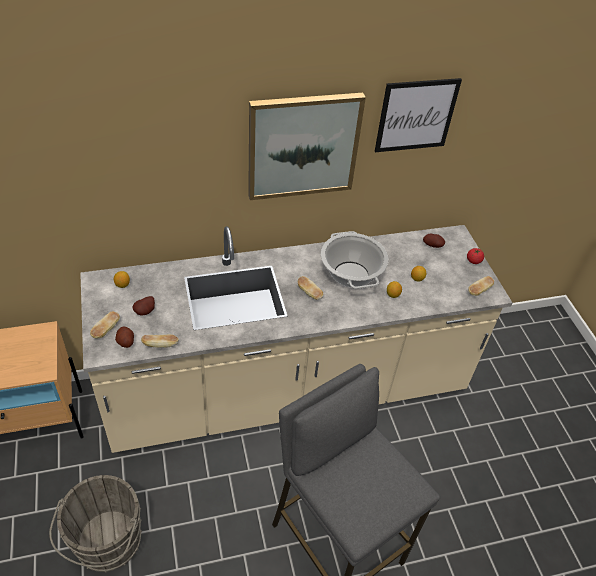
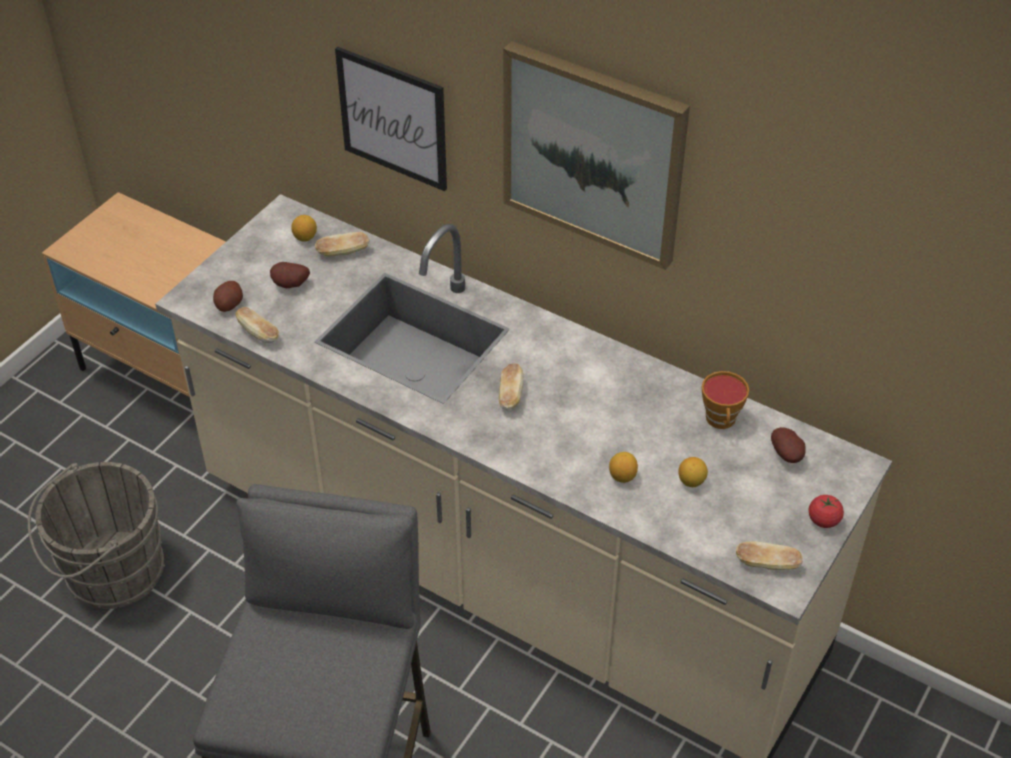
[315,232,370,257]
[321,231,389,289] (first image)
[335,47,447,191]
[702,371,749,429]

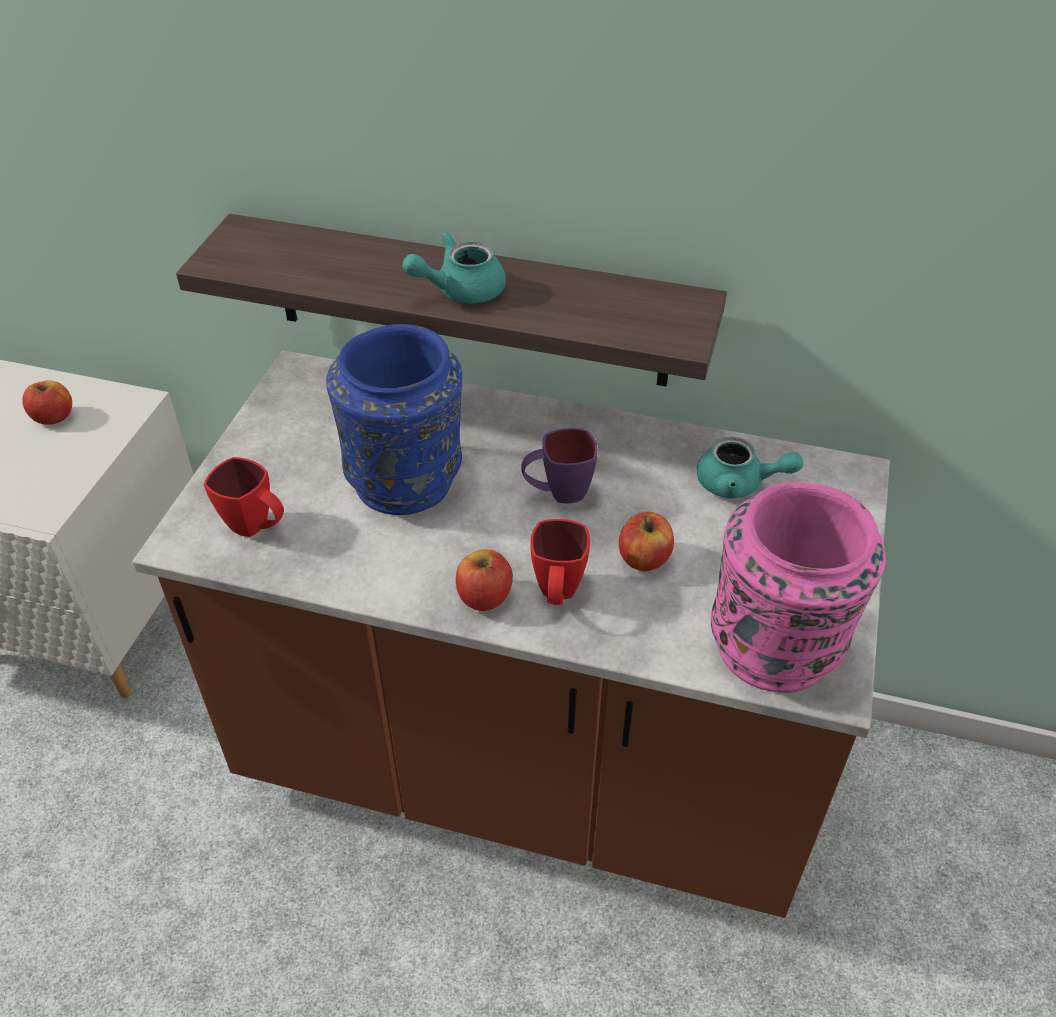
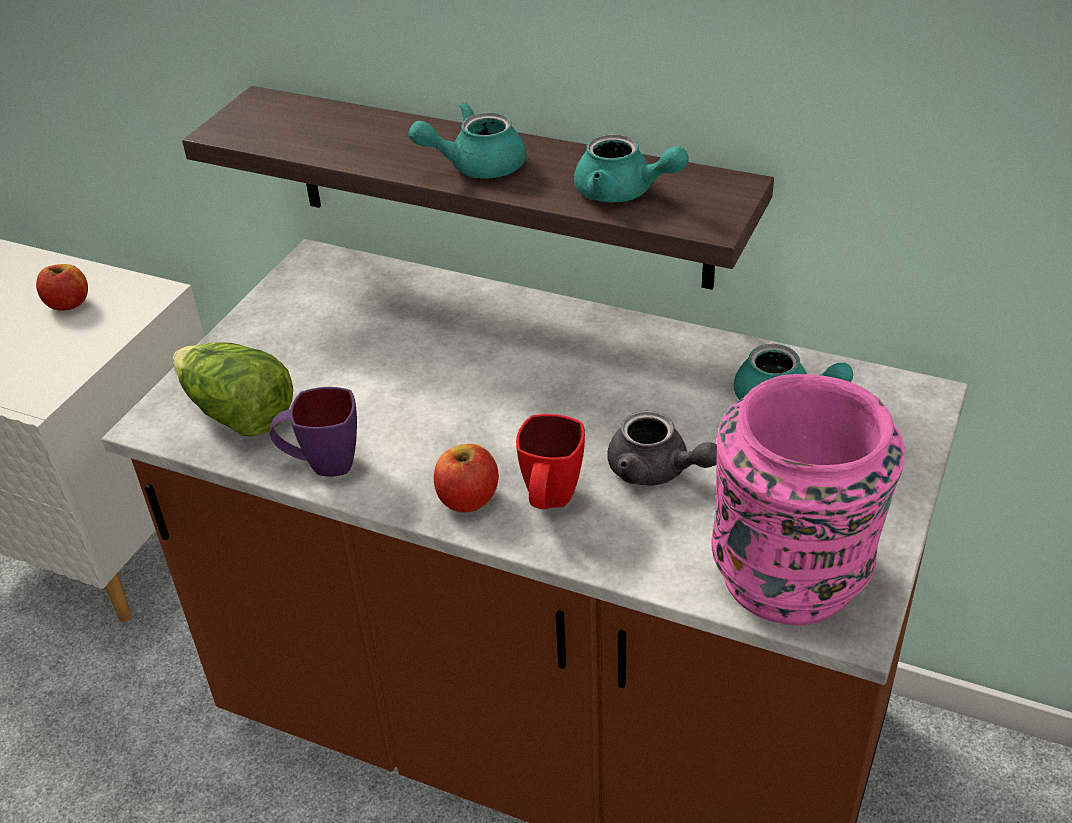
[173,342,293,437]
[326,324,462,515] (first image)
[270,387,357,477]
[607,411,717,486]
[574,134,688,202]

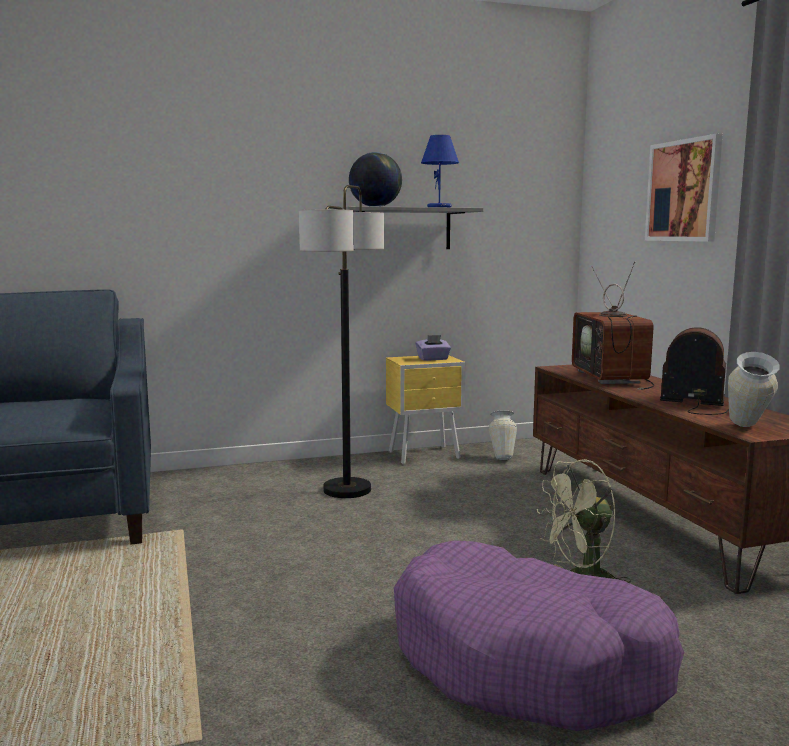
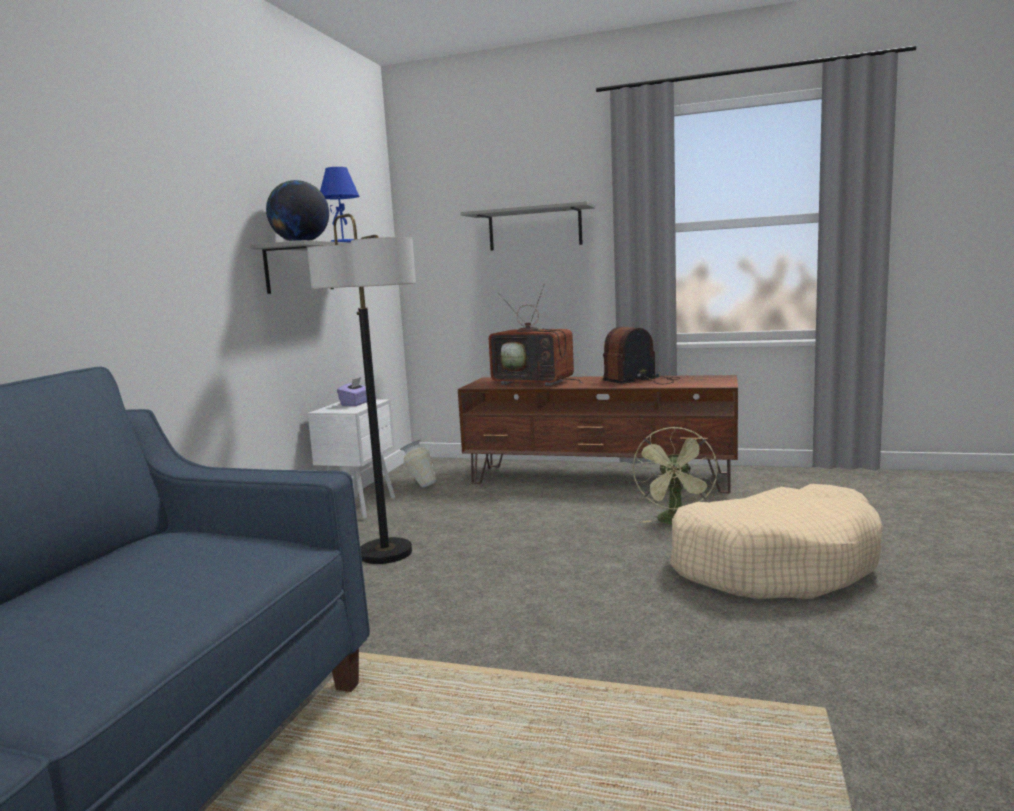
[307,400,395,519]
[670,484,883,599]
[460,201,595,251]
[728,352,780,427] (first image)

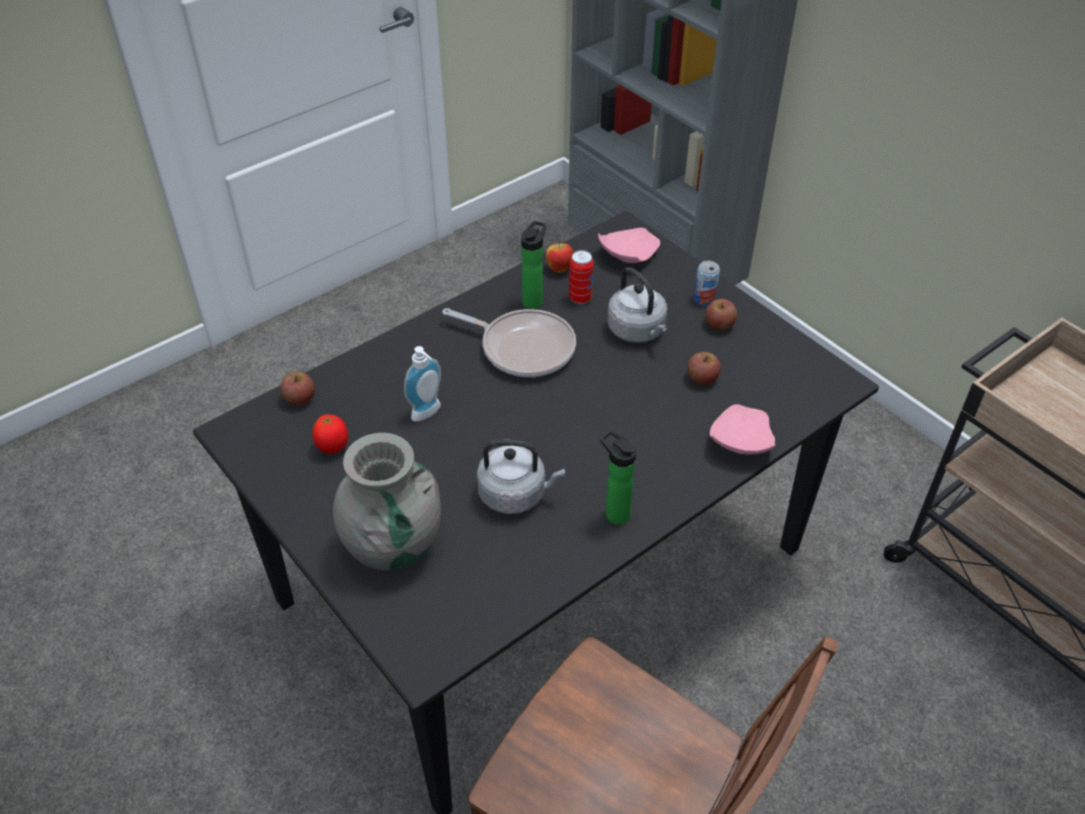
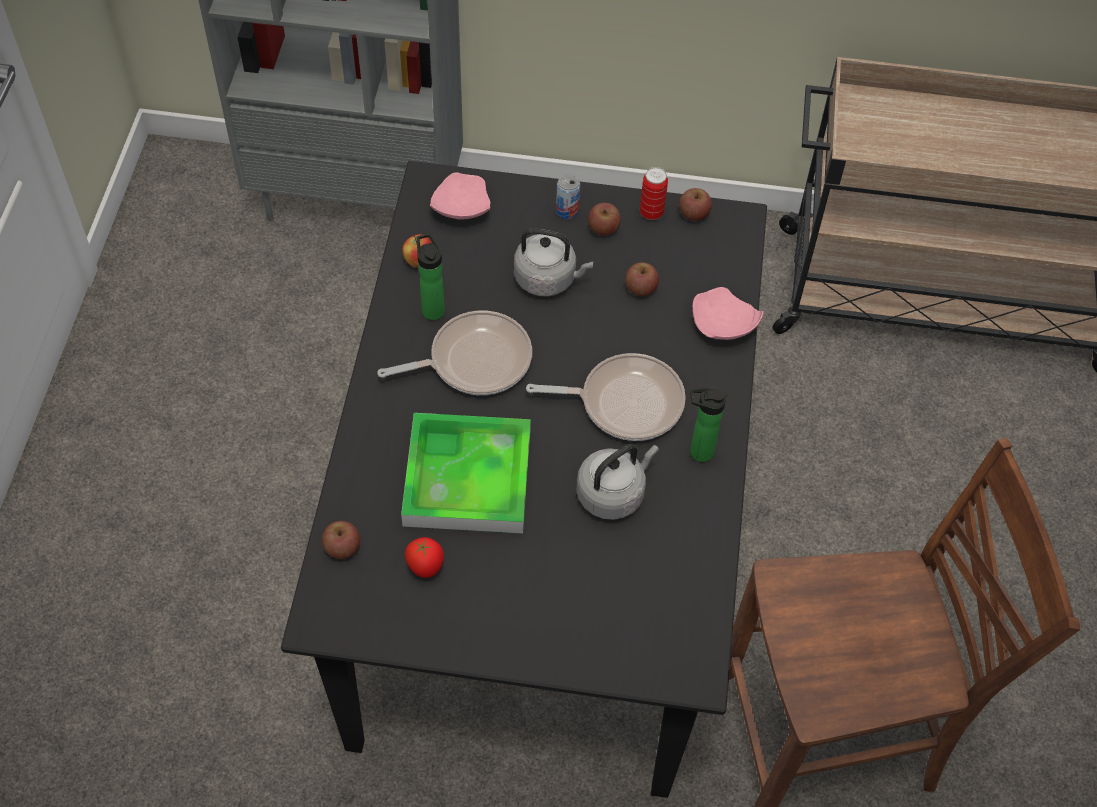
[333,433,441,570] (first image)
[401,413,531,534]
[640,167,668,220]
[526,353,686,441]
[679,188,712,221]

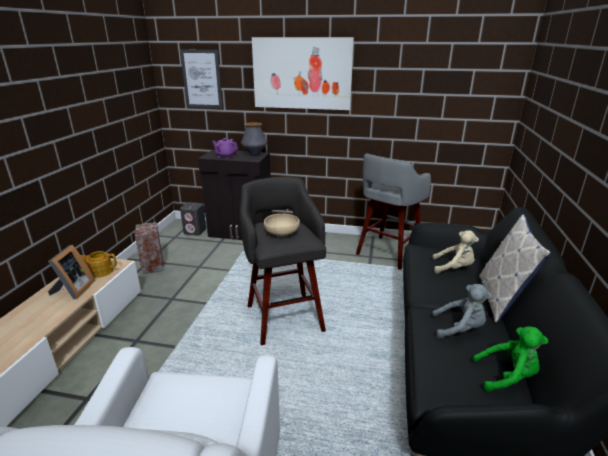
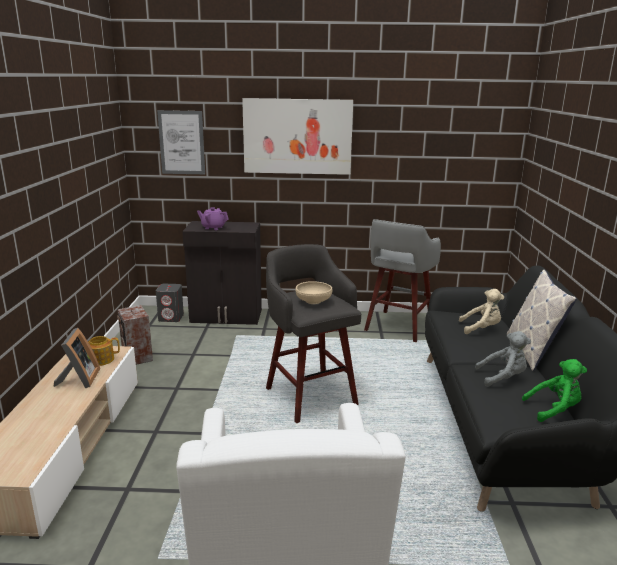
[241,122,267,156] (first image)

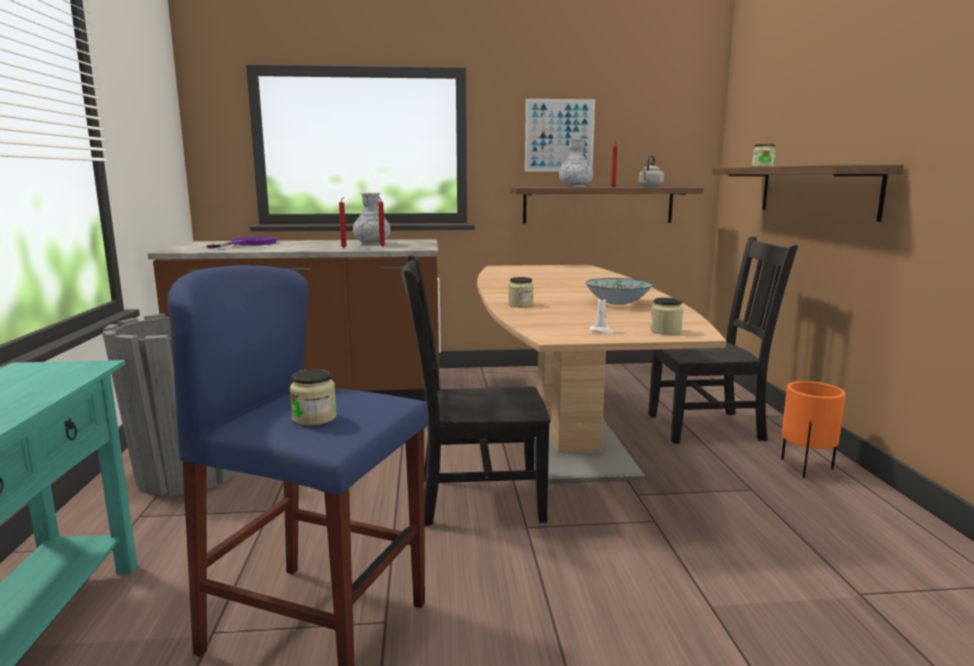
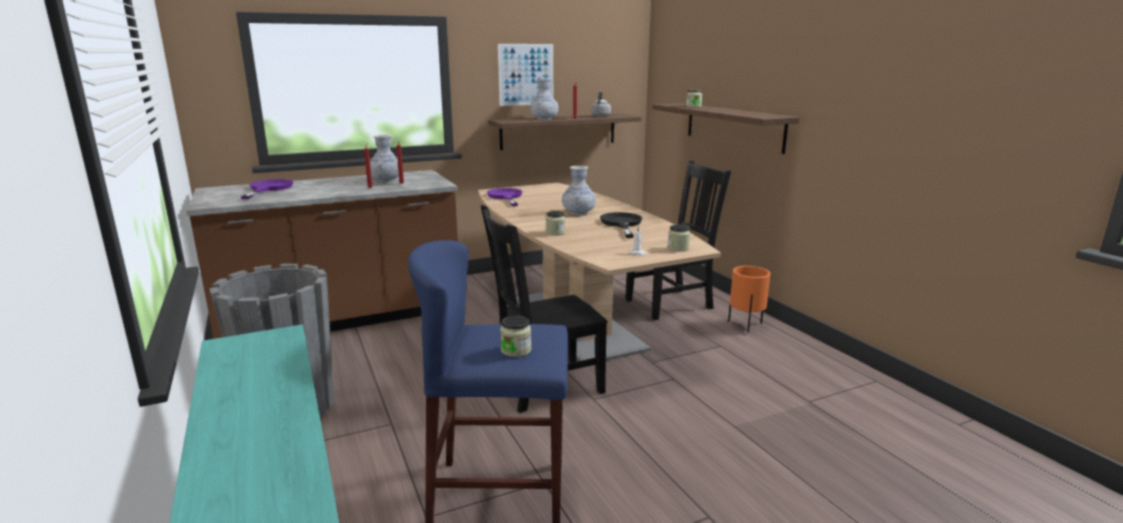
[600,212,642,238]
[487,188,522,206]
[562,166,596,215]

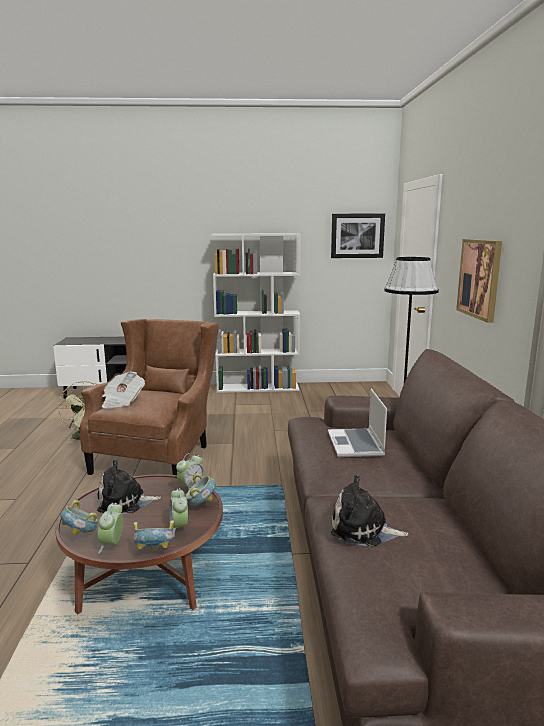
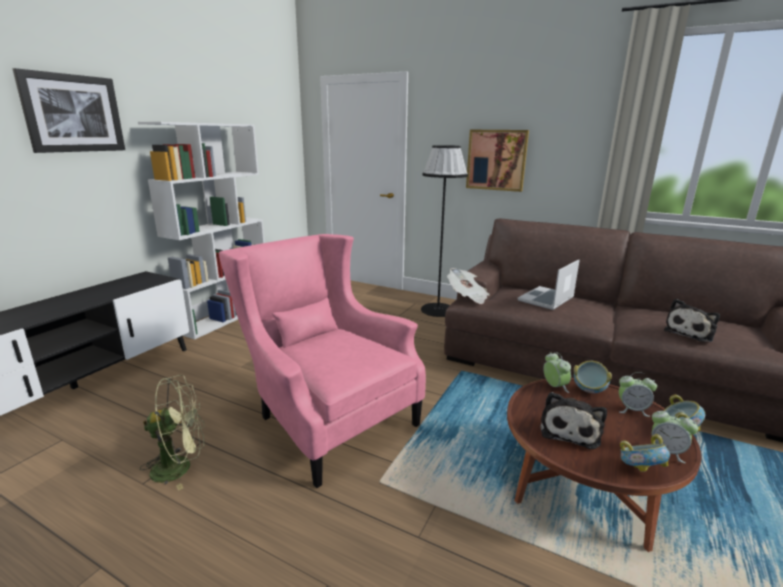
[219,234,426,488]
[447,268,490,304]
[518,260,580,310]
[12,68,125,153]

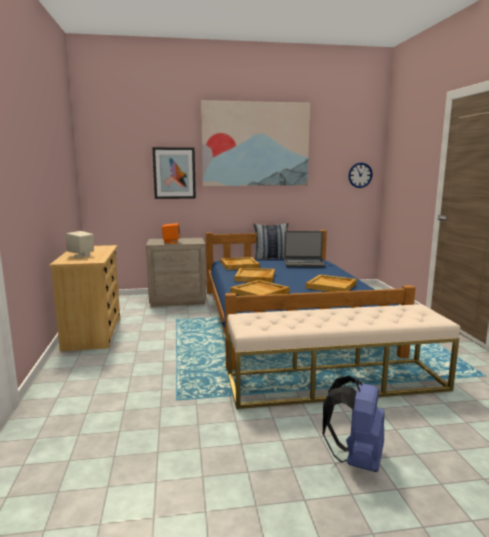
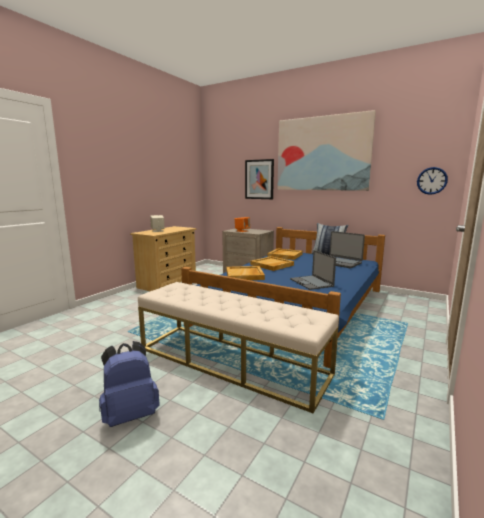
[290,250,336,290]

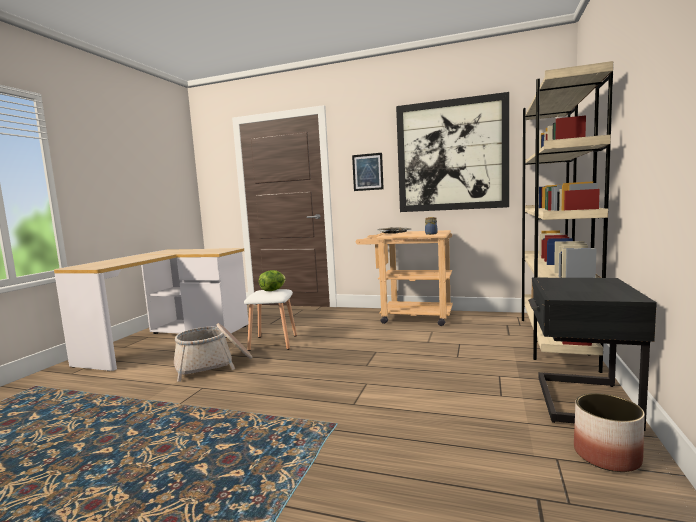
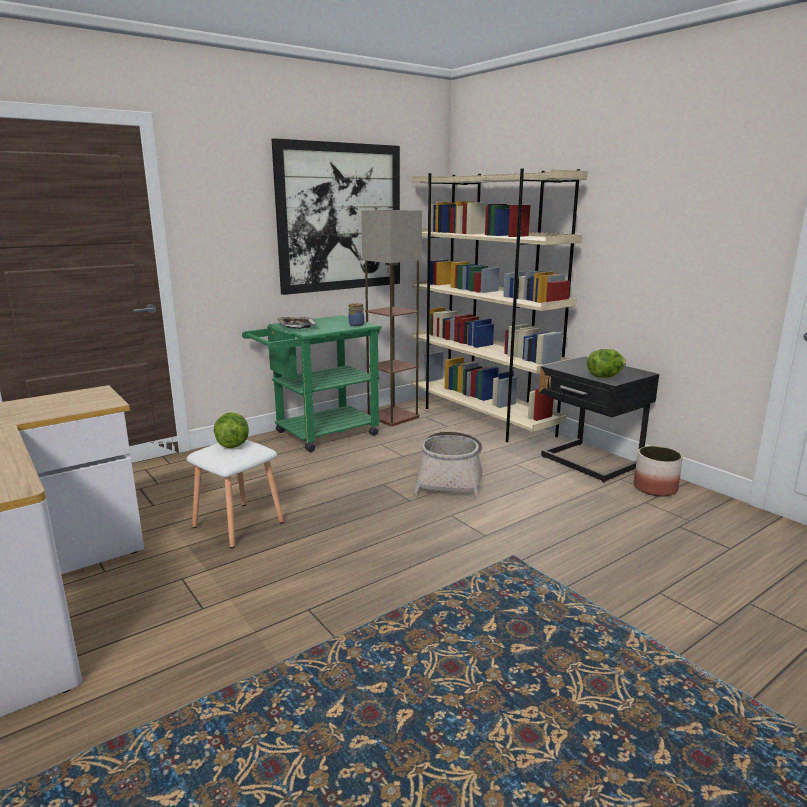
[414,430,482,499]
[352,153,384,191] (first image)
[242,315,382,452]
[361,210,422,426]
[587,349,626,378]

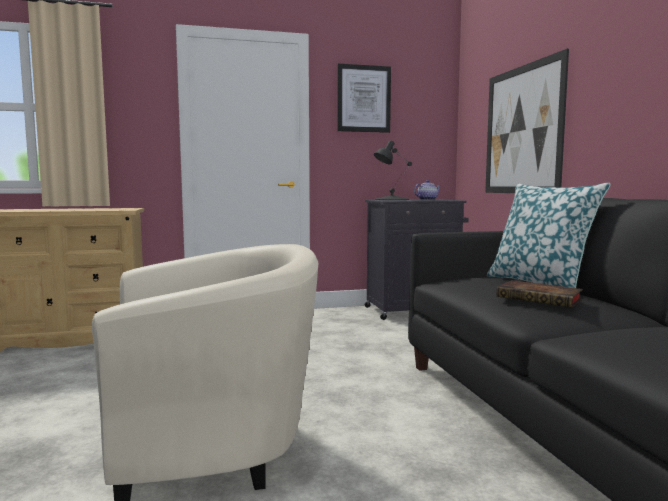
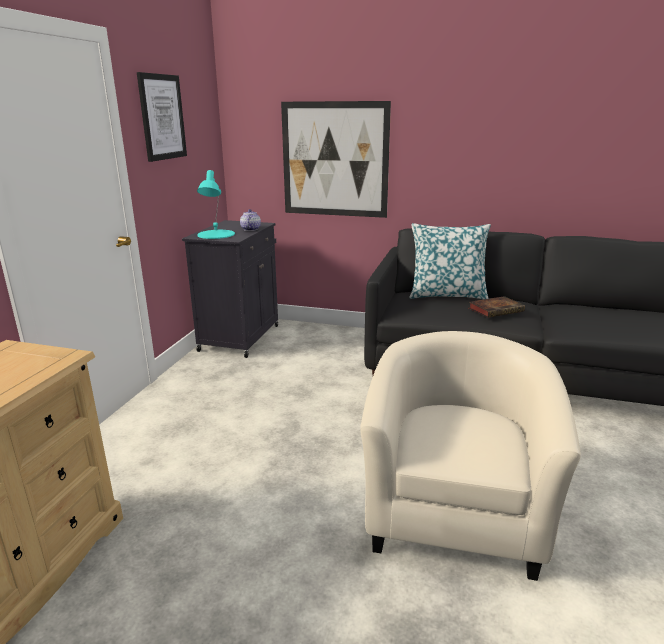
[197,170,235,239]

